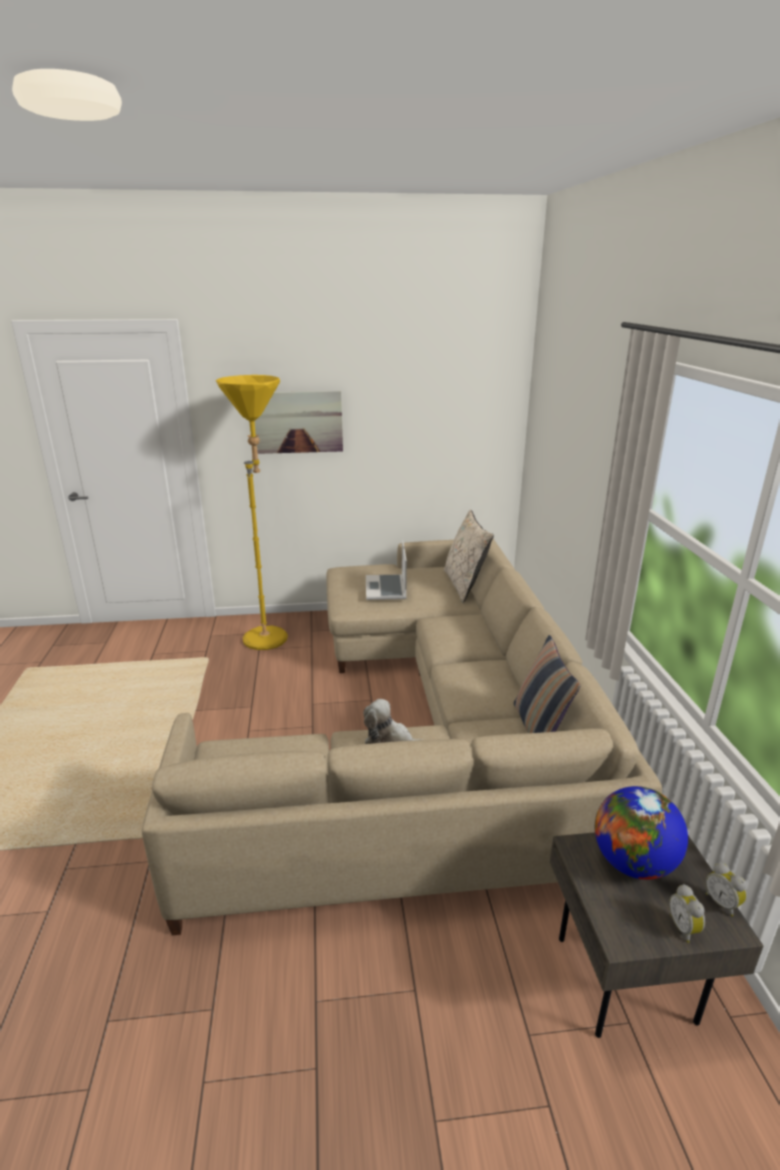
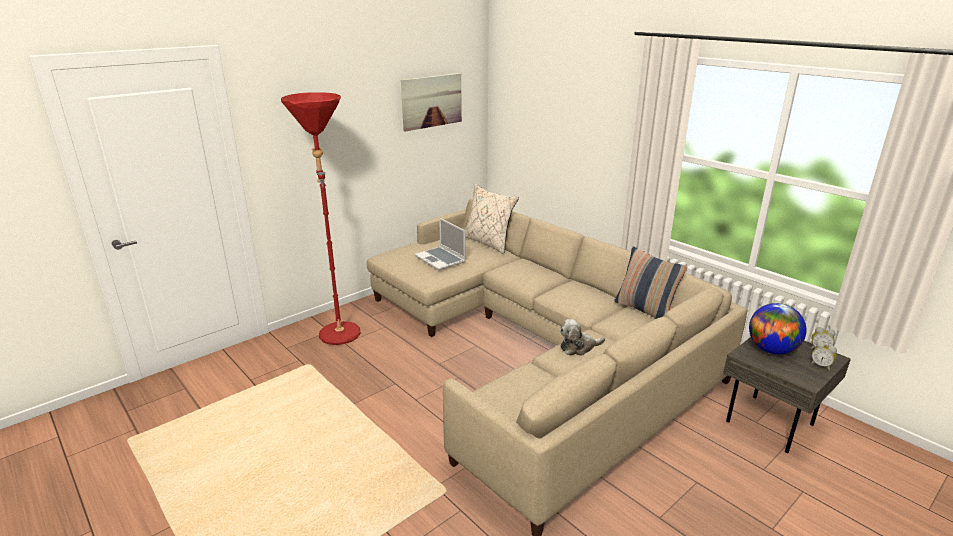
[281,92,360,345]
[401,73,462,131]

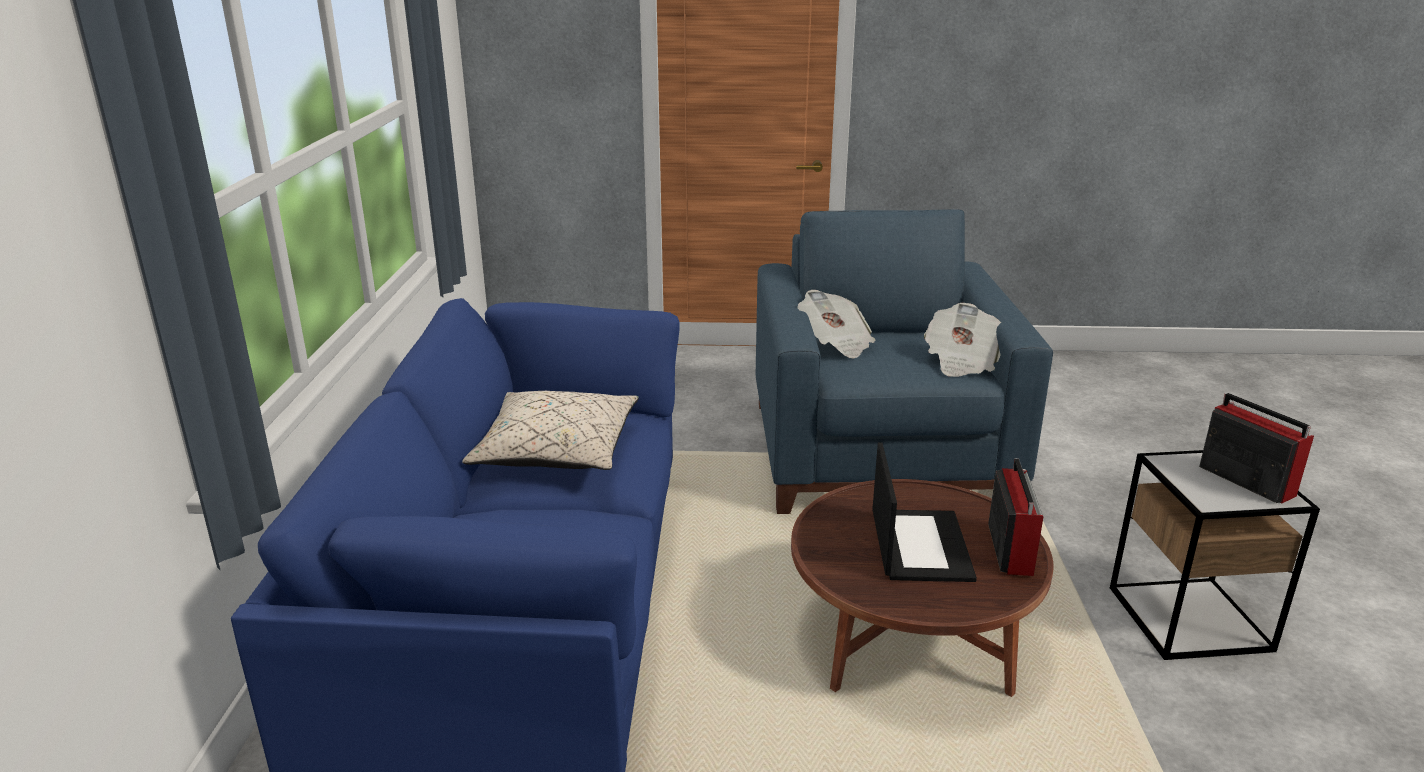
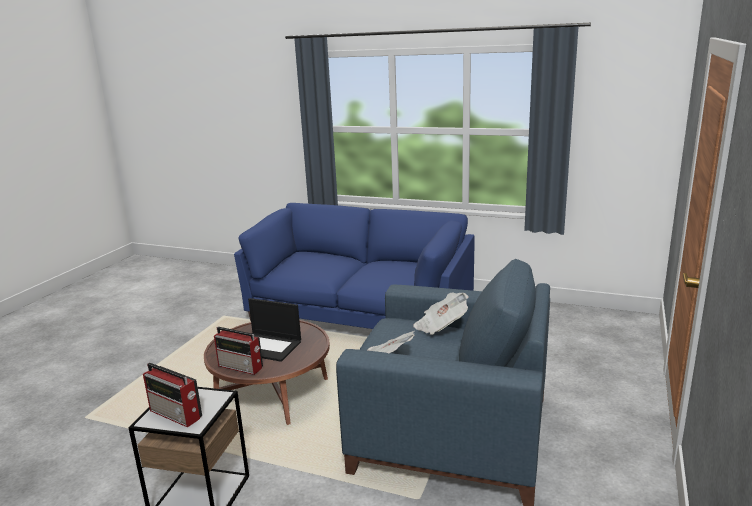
[462,391,639,470] (first image)
[143,363,202,428]

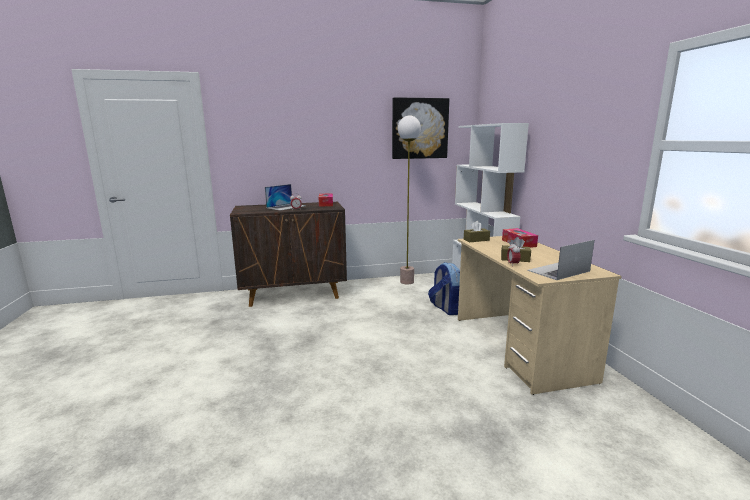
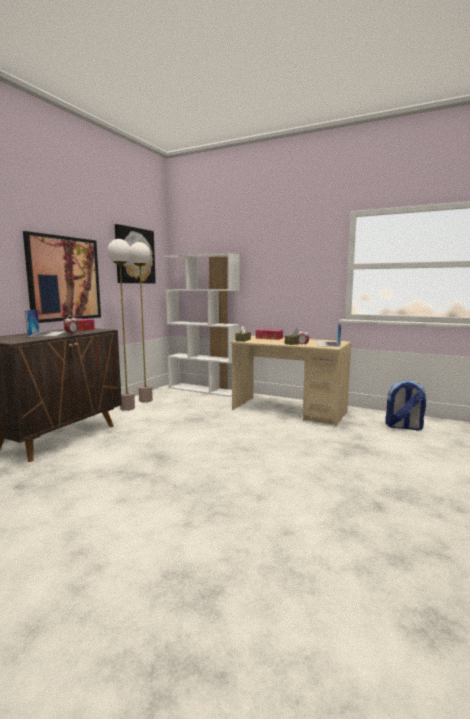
[385,380,426,430]
[23,231,101,323]
[107,239,135,411]

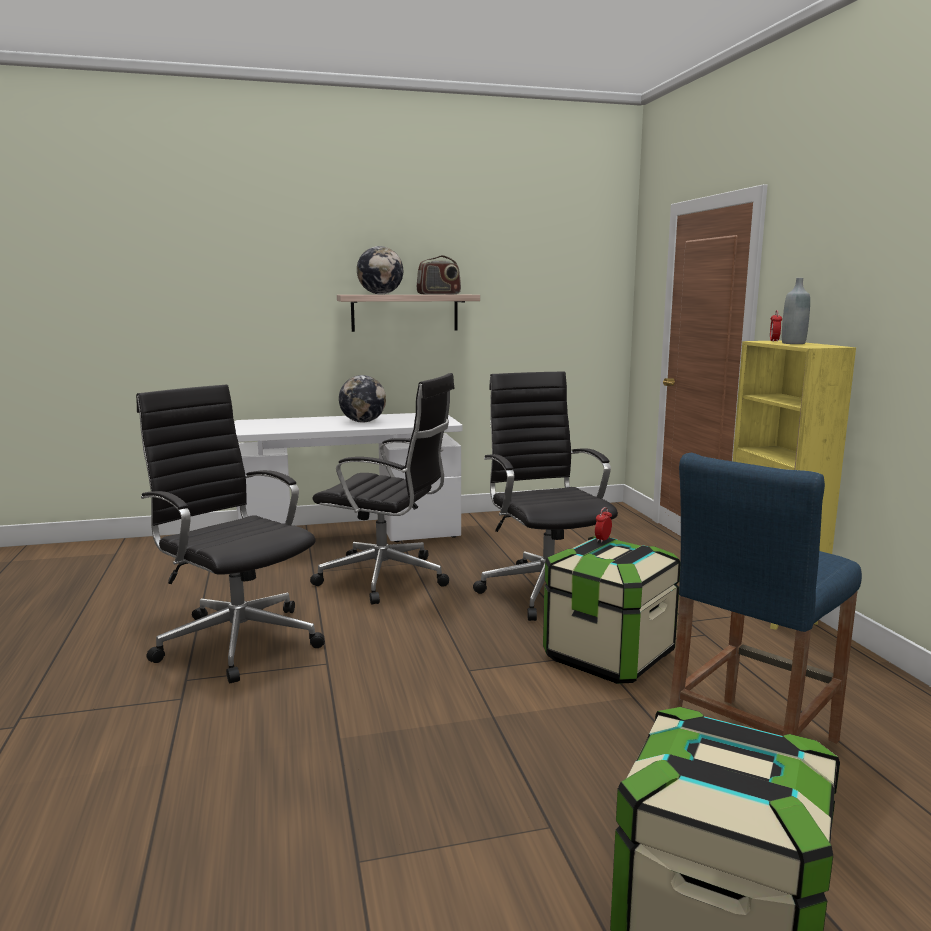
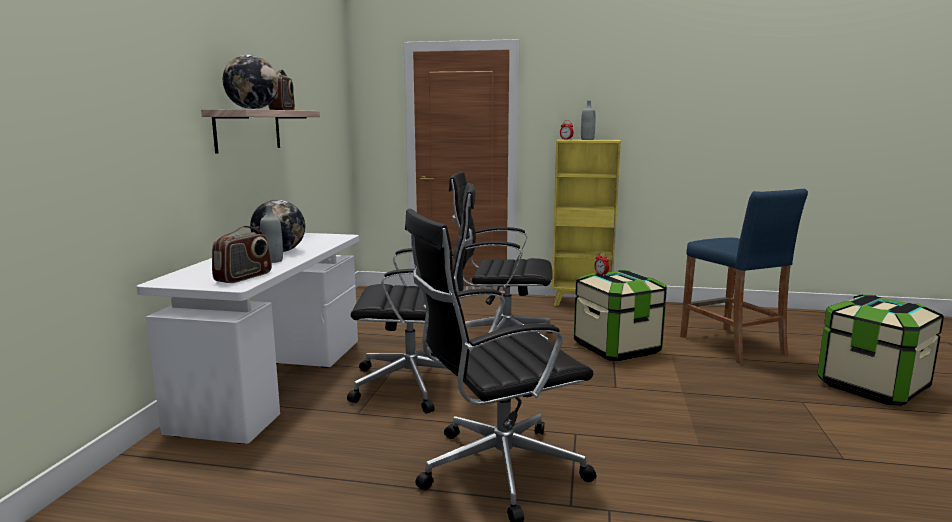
[347,183,476,414]
[212,226,272,283]
[260,205,283,263]

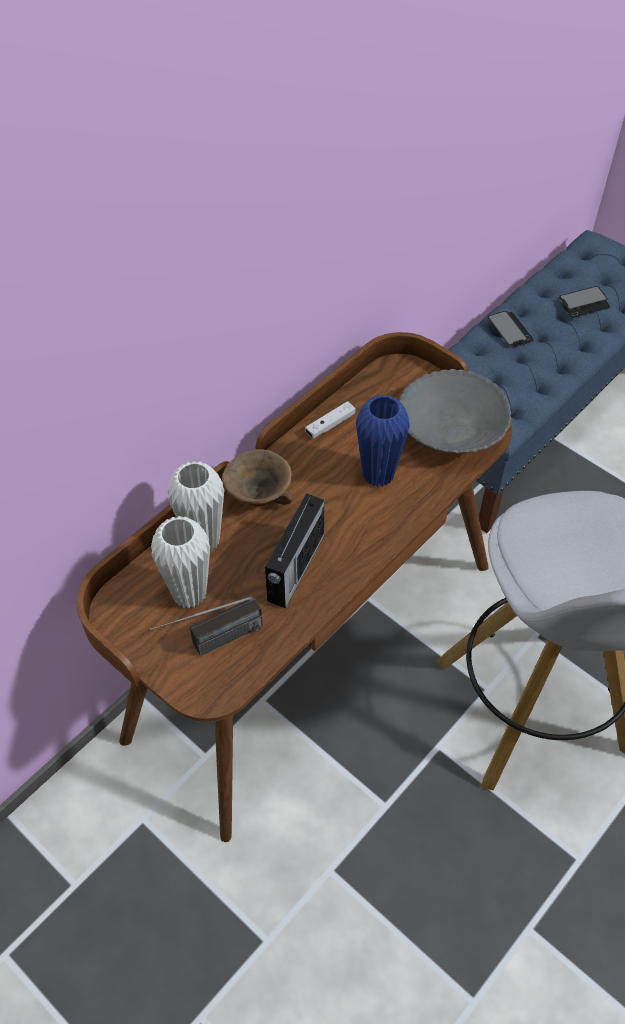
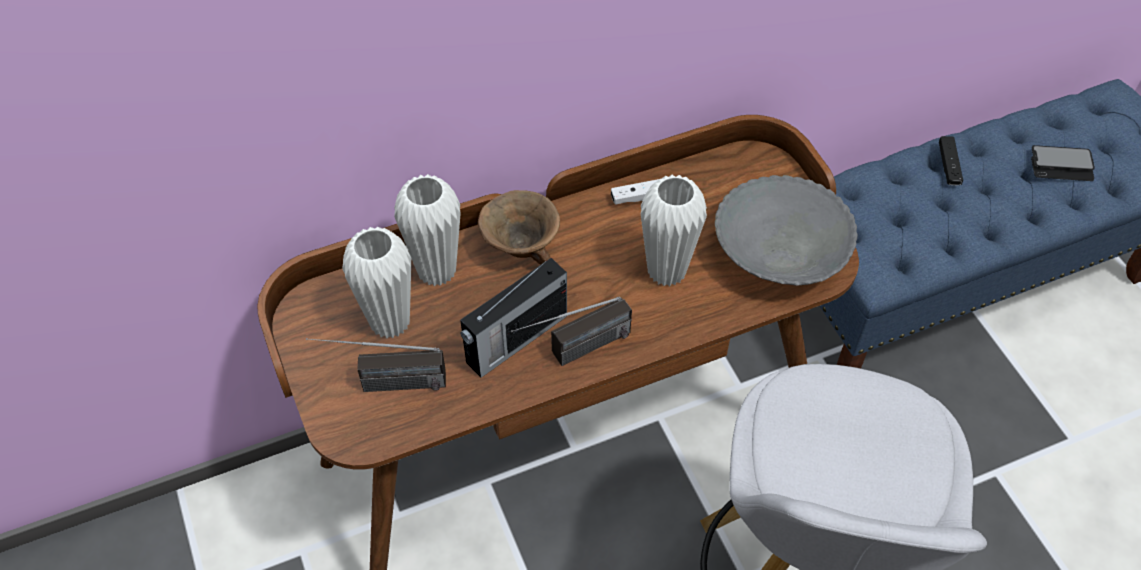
[641,175,707,287]
[939,136,963,185]
[511,297,632,366]

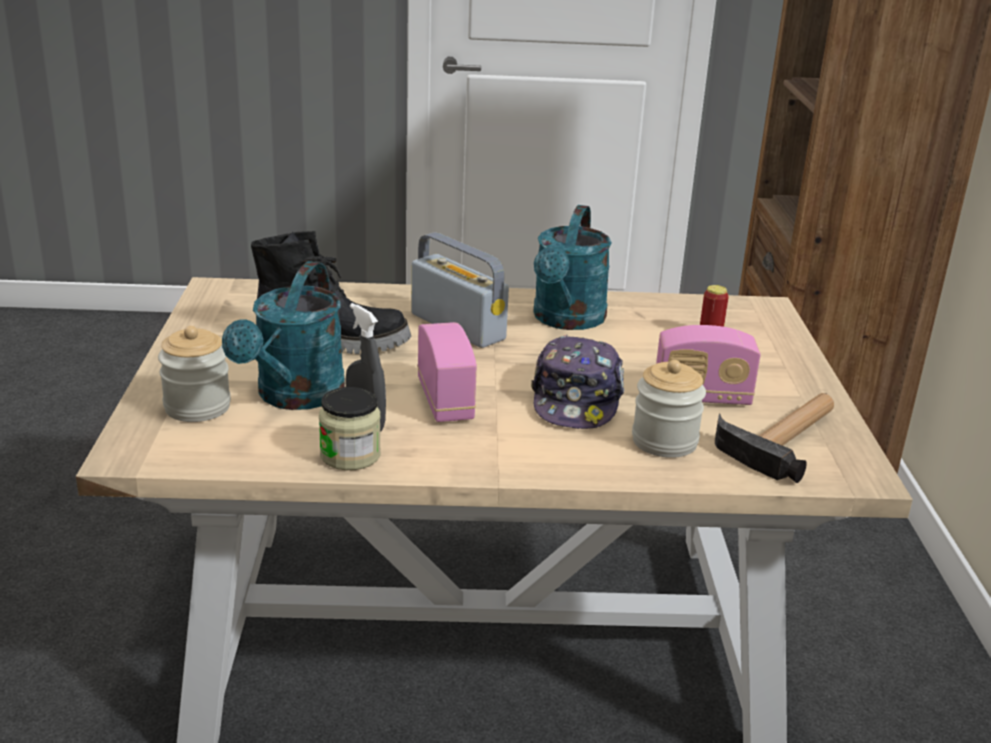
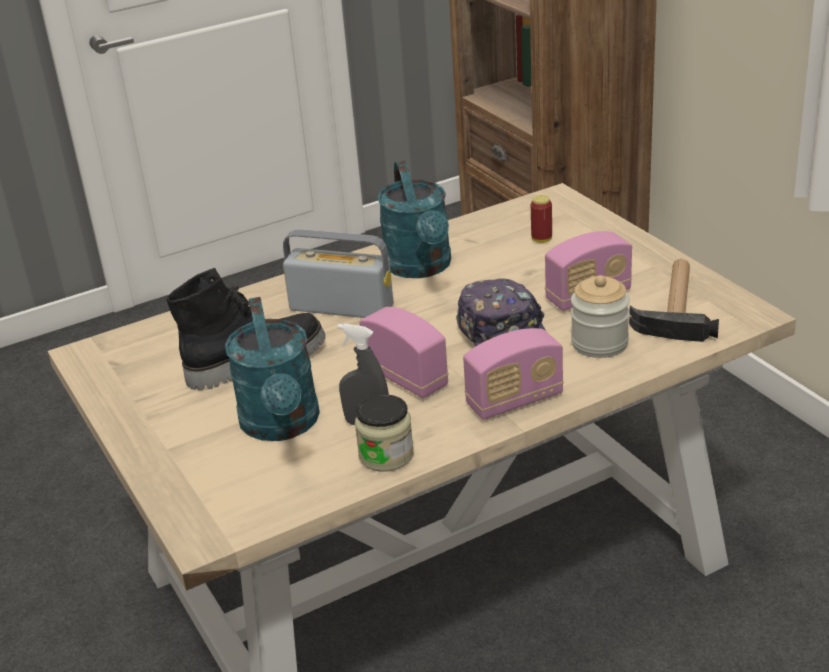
[158,326,231,422] (first image)
[463,328,564,420]

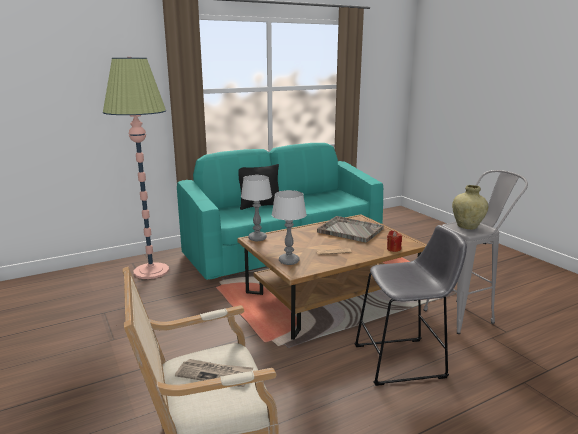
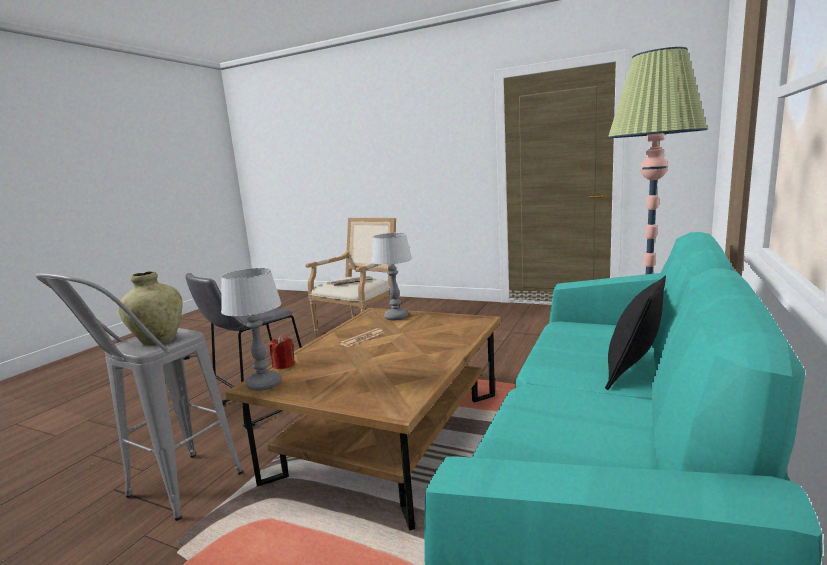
[221,268,282,391]
[317,216,384,243] (first image)

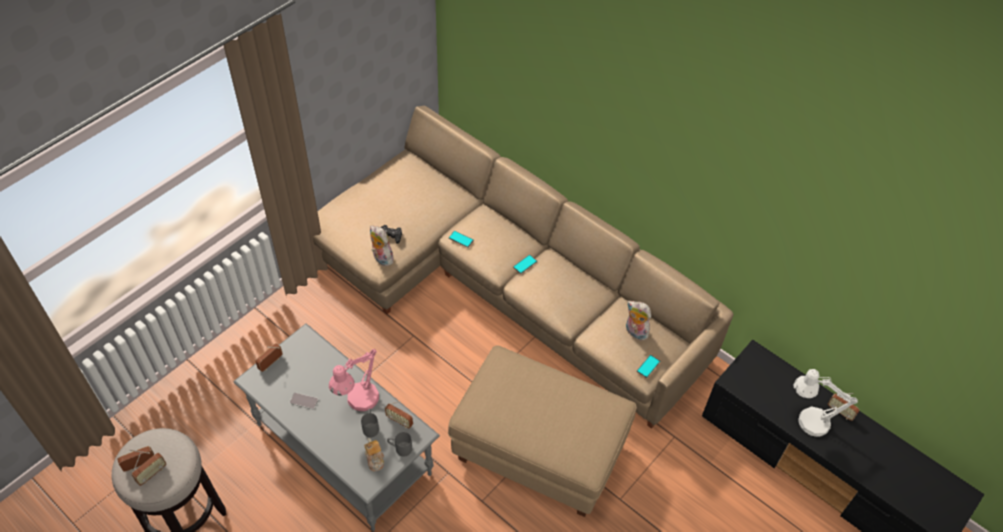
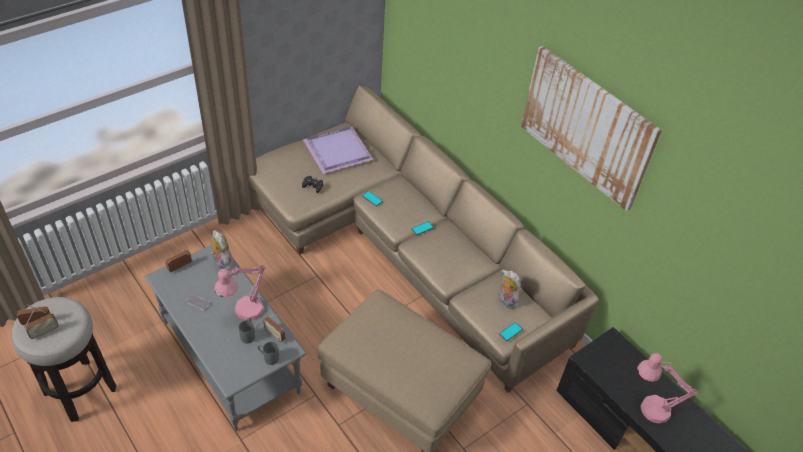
[364,438,384,471] (first image)
[211,230,233,271]
[637,353,697,424]
[828,393,860,421] (first image)
[303,127,374,174]
[521,46,662,211]

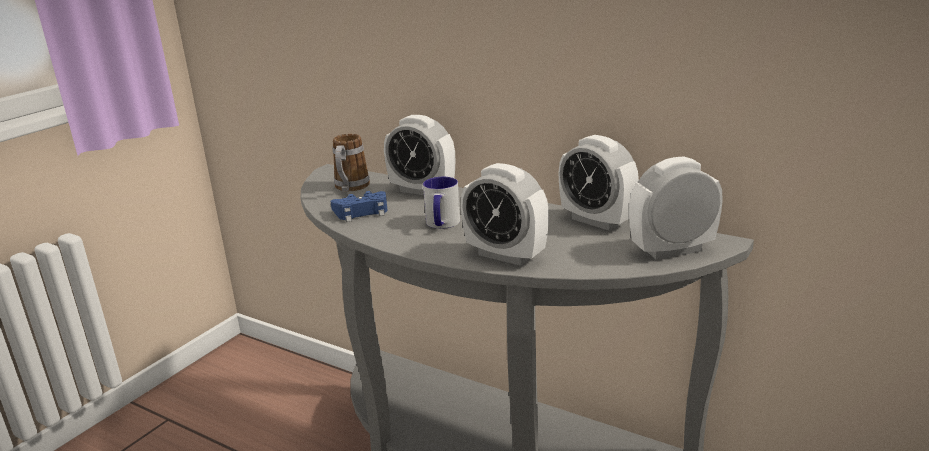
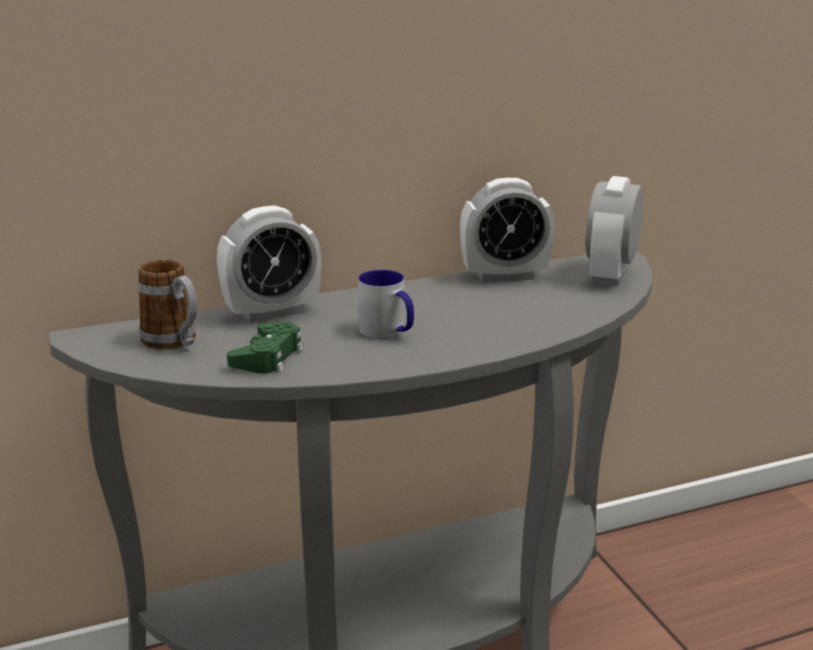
[227,322,303,374]
[461,163,549,266] (first image)

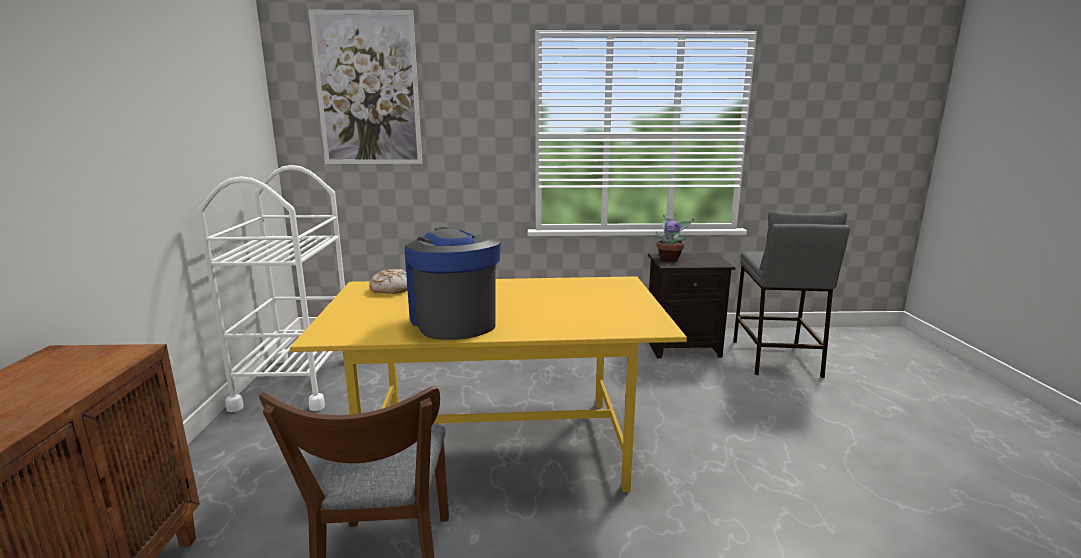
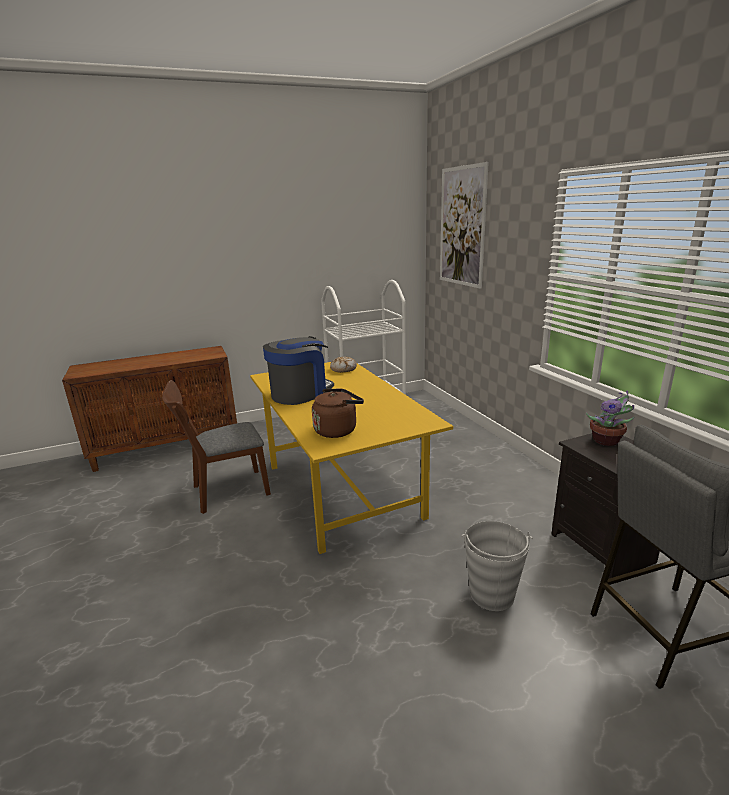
[312,389,364,438]
[462,521,533,611]

